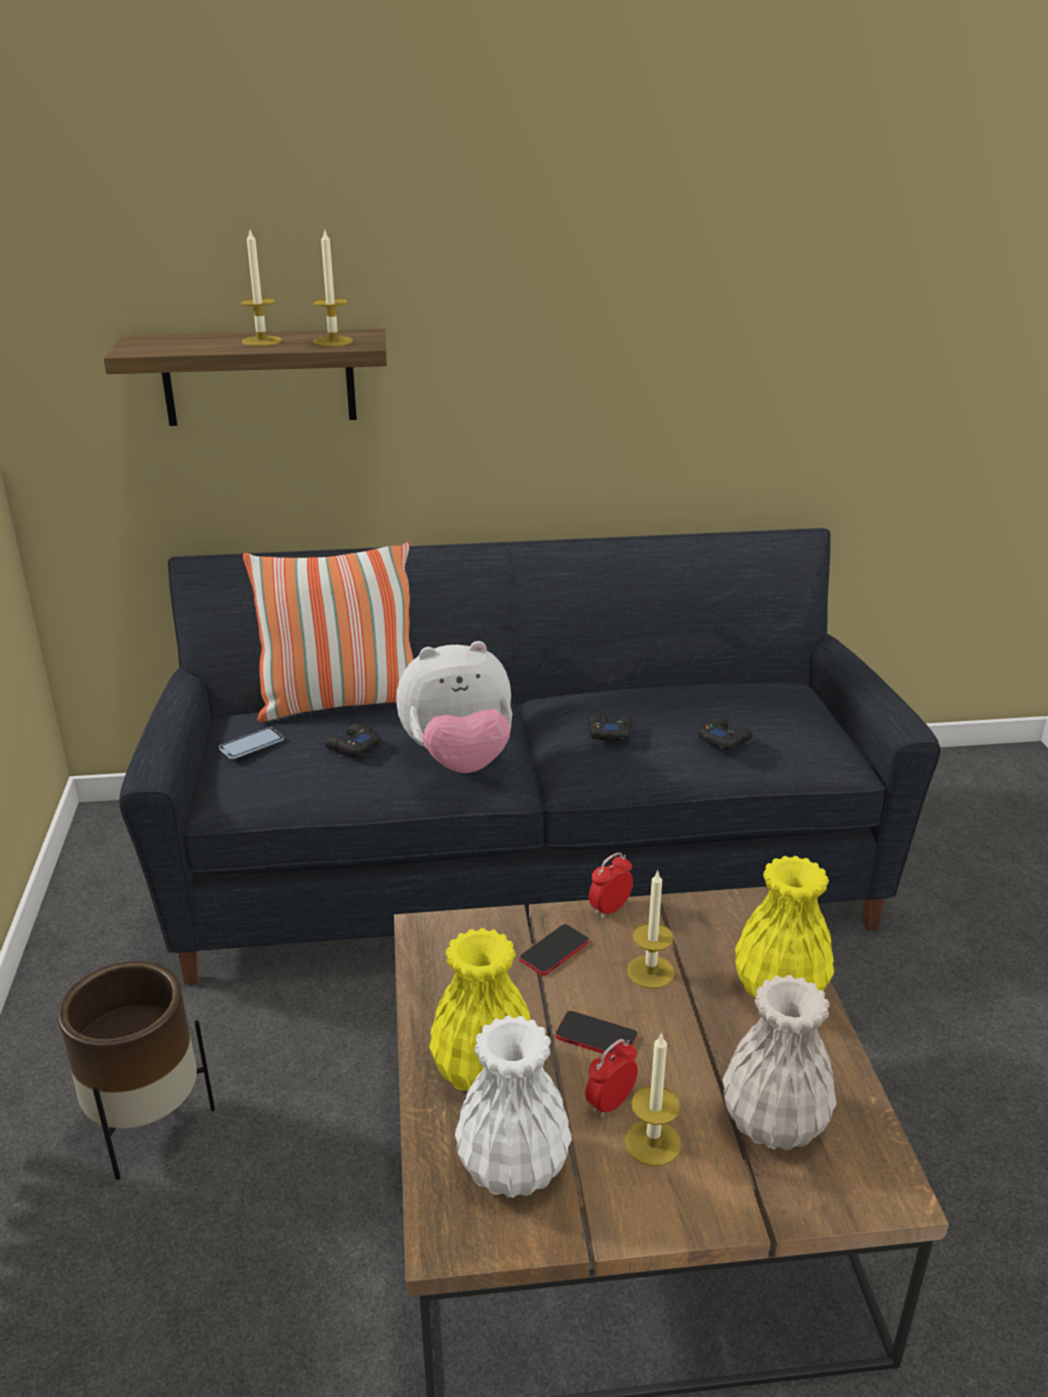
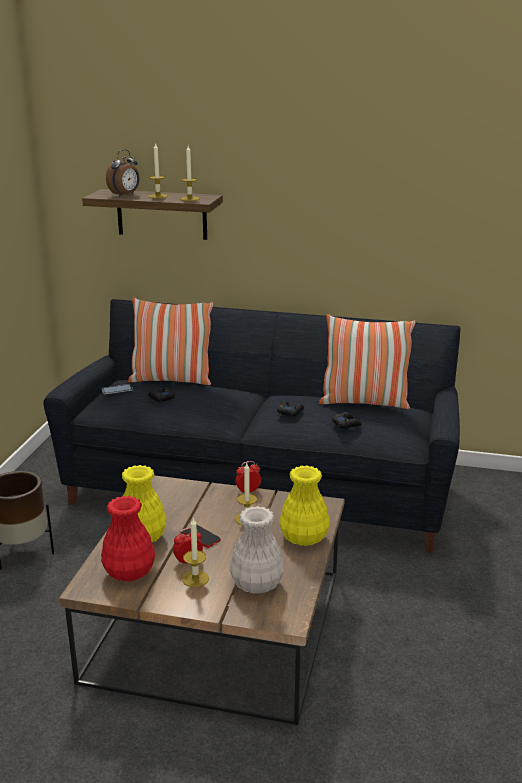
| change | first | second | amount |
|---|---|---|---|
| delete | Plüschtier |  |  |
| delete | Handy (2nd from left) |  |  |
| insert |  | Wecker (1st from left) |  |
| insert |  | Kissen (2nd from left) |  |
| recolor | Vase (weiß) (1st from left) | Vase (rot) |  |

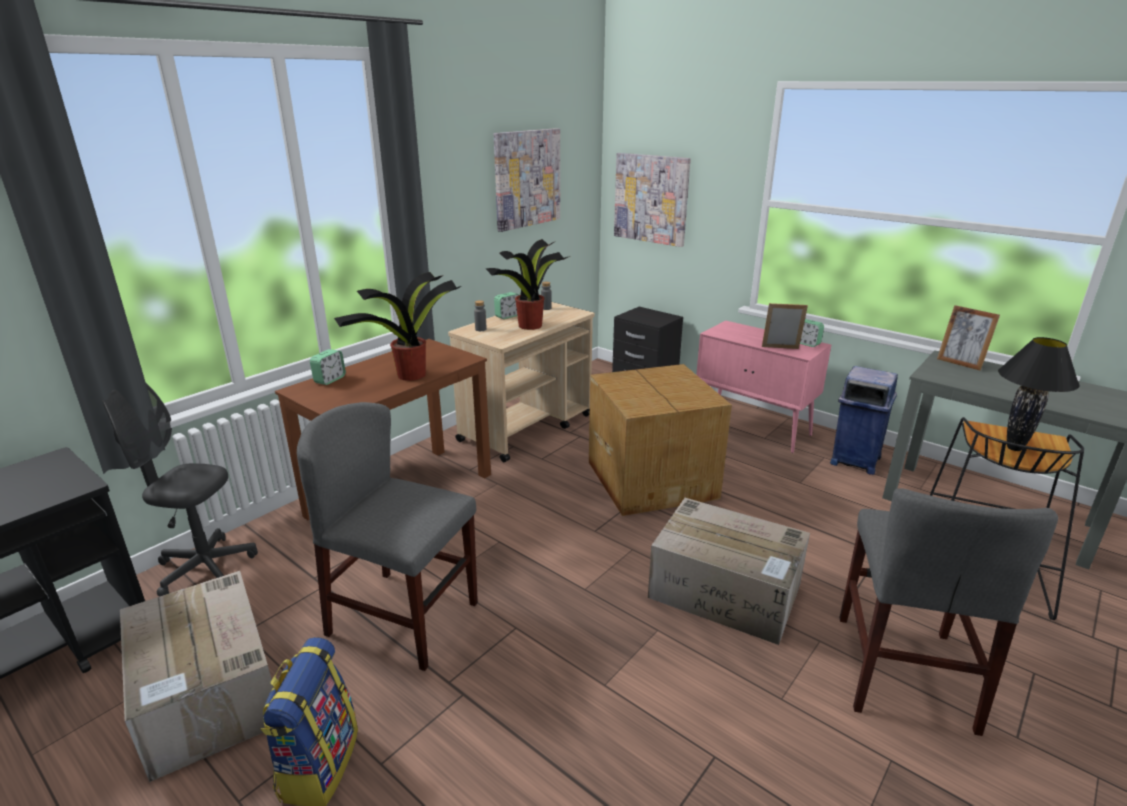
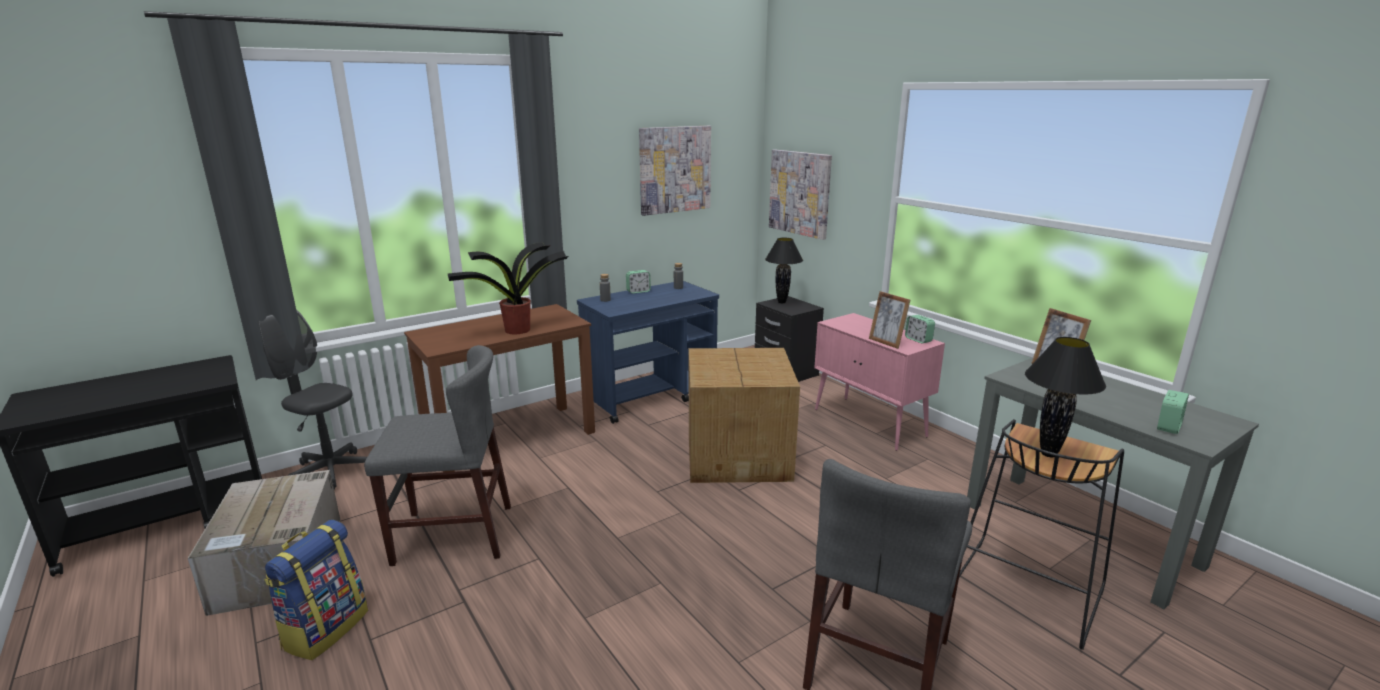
| change | first | second | amount |
|---|---|---|---|
| delete | Topfpflanze (2nd from left) |  |  |
| delete | Karton (3rd from left) |  |  |
| delete | Mülleimer (blau) |  |  |
| insert |  | Tischlampe (schwarz) (1st from left) |  |
| move | Wecker (1st from left in the first image) | Wecker (3rd from left) |  |
| recolor | Rollwagen (beige) | Rollwagen (blau) |  |
| rotate | Stuhl (grau) (1st from left) |  | 135 degrees clockwise |
| rotate | Bilderrahmen (1st from left) |  | 150 degrees counterclockwise |

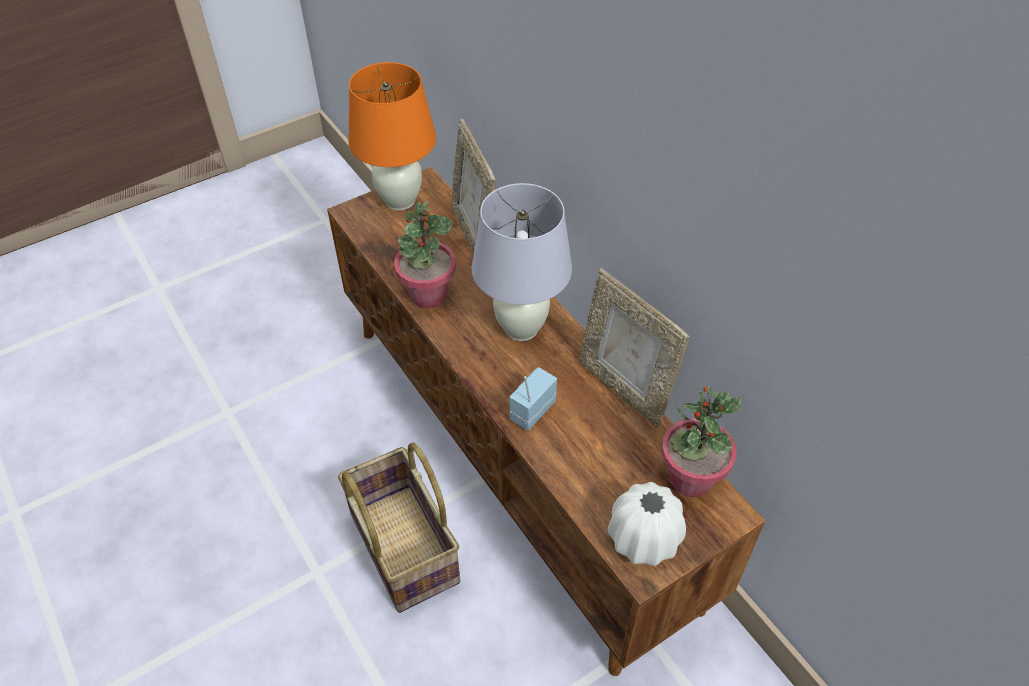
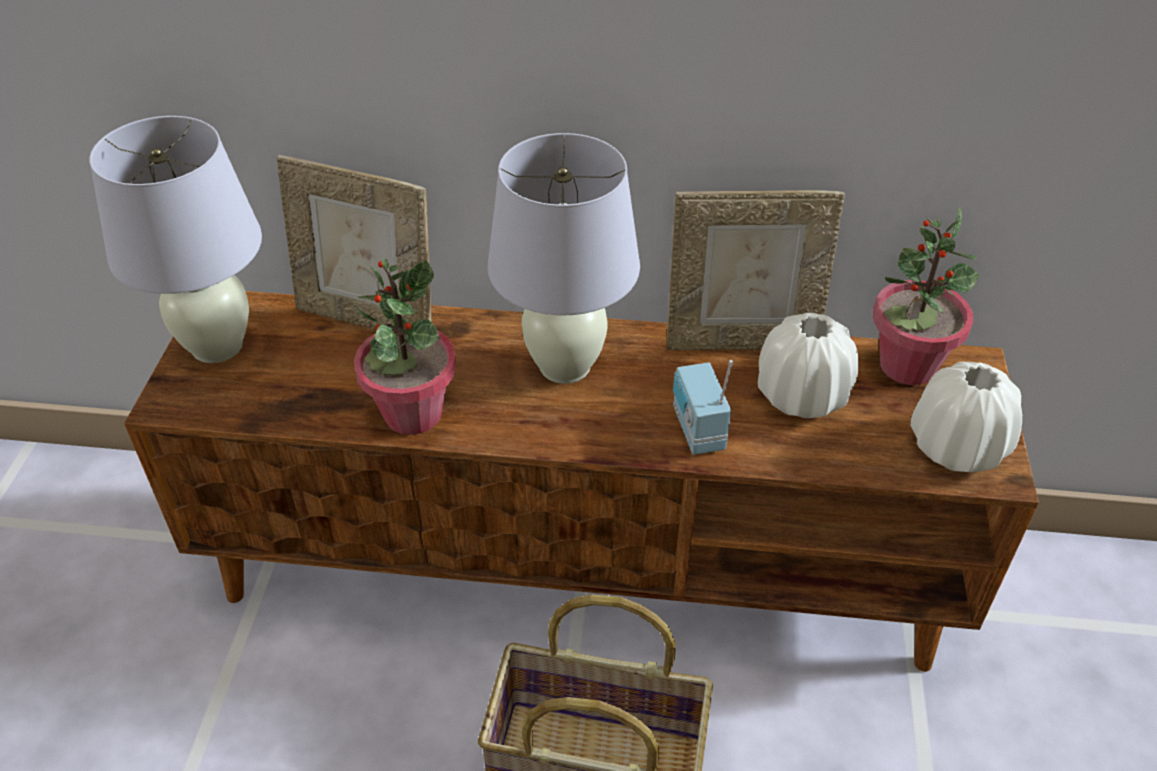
| change | first | second | amount |
|---|---|---|---|
| insert |  | Vase (weiß) (1st from left) |  |
| recolor | Tischlampe (orange) | Tischlampe (weiß) (1st from left) |  |

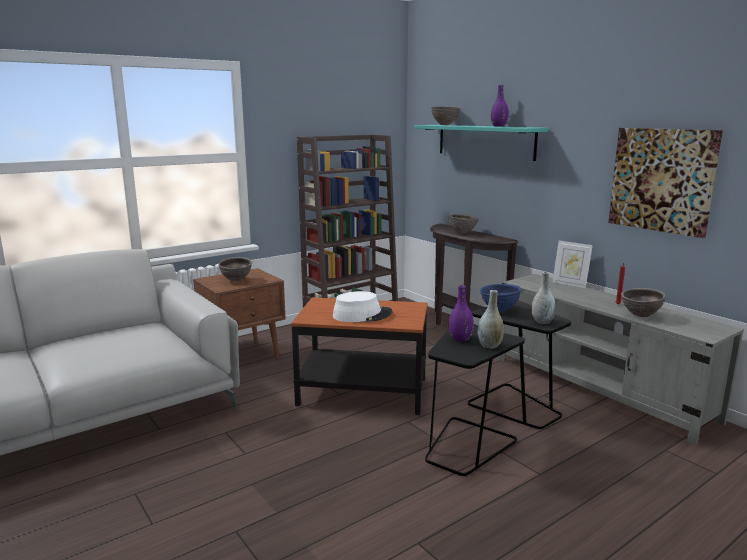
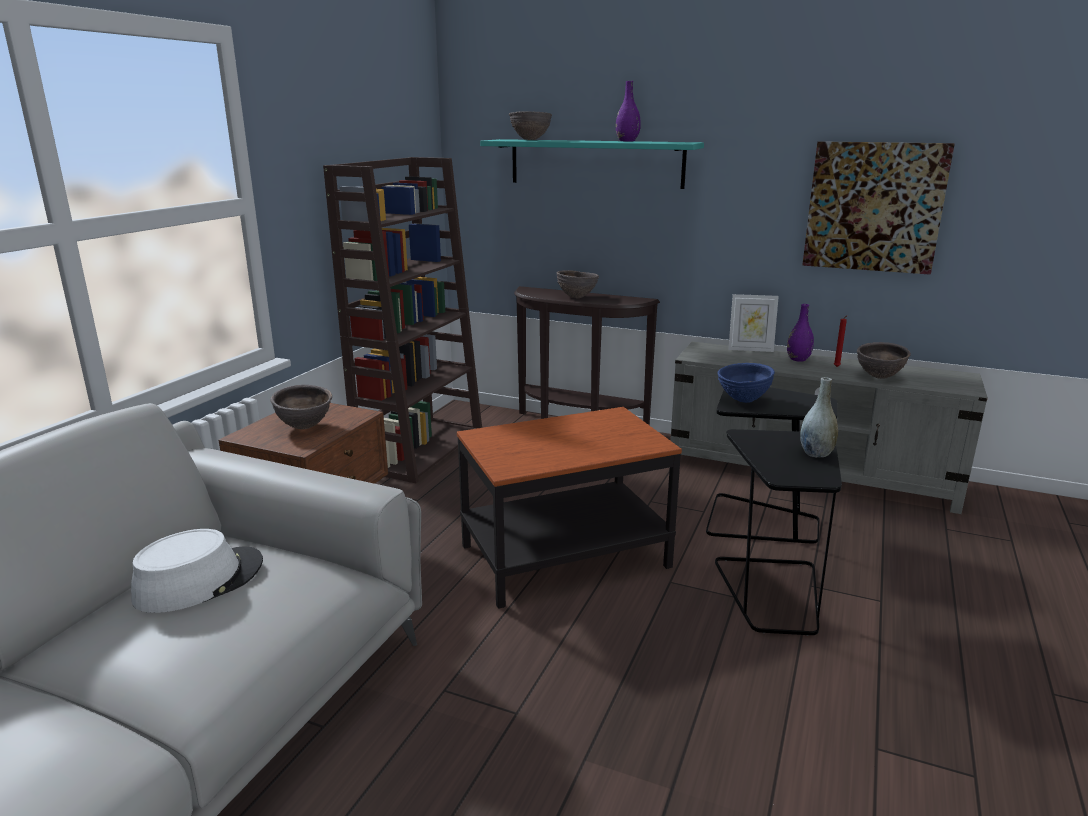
| change | first | second | amount |
|---|---|---|---|
| delete | Vase (grau) (2nd from left) |  |  |
| move | Hut (weiß) |  |  |
| move | Vase (lila) (1st from left in the first image) | Vase (lila) (2nd from left) |  |

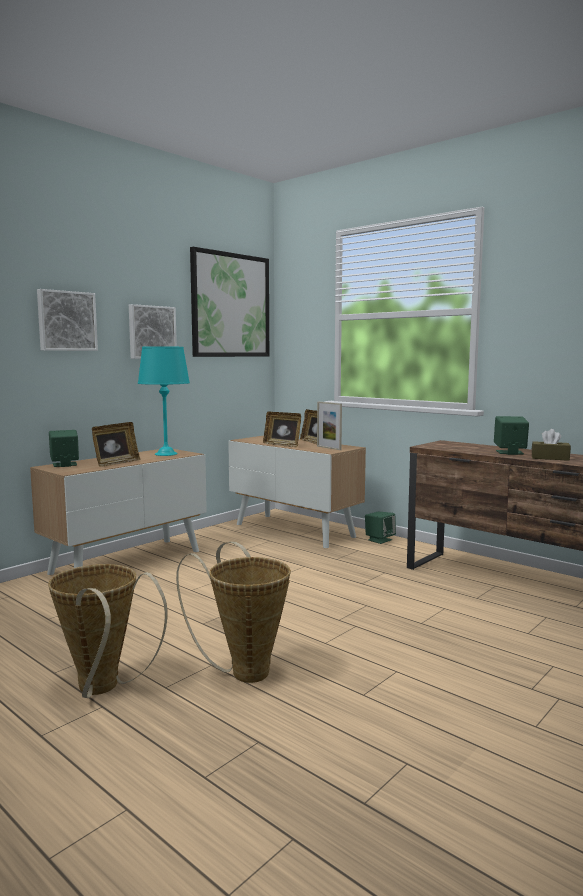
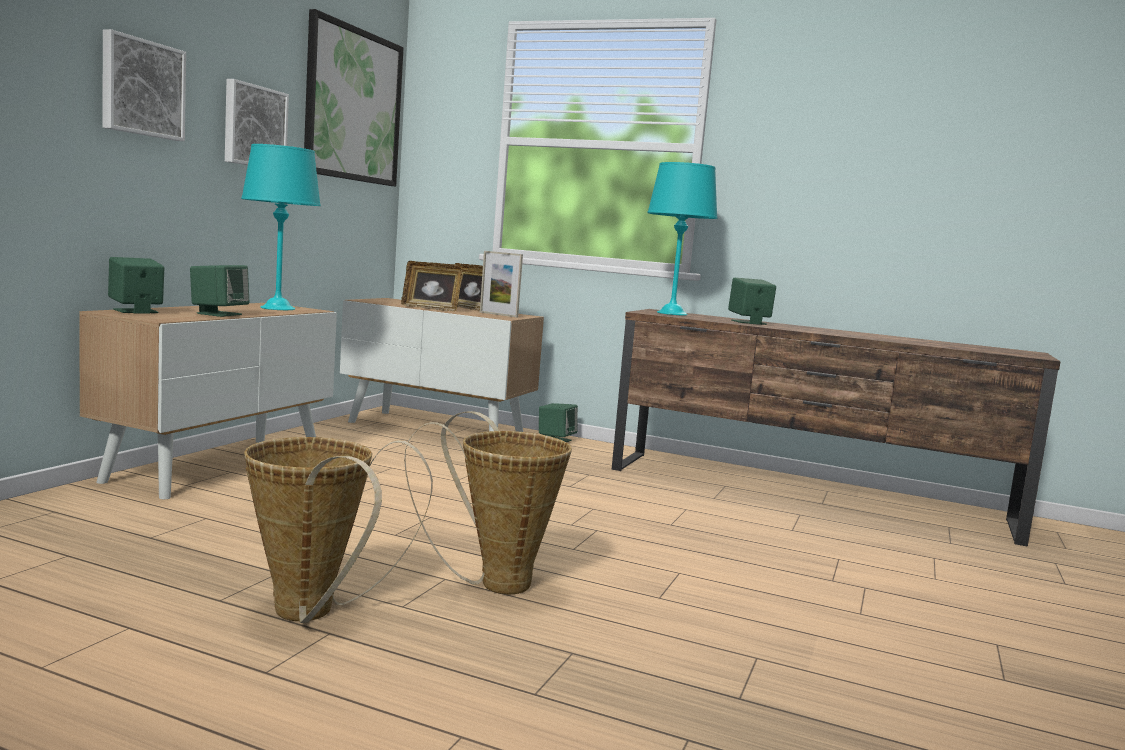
| change | first | second | amount |
|---|---|---|---|
| delete | Taschentuchbox (braun) |  |  |
| insert |  | Tischlampe (türkis) (2nd from left) |  |
| replace | Bilderrahmen (1st from left) | Lautsprecher (grün) (2nd from left) |  |

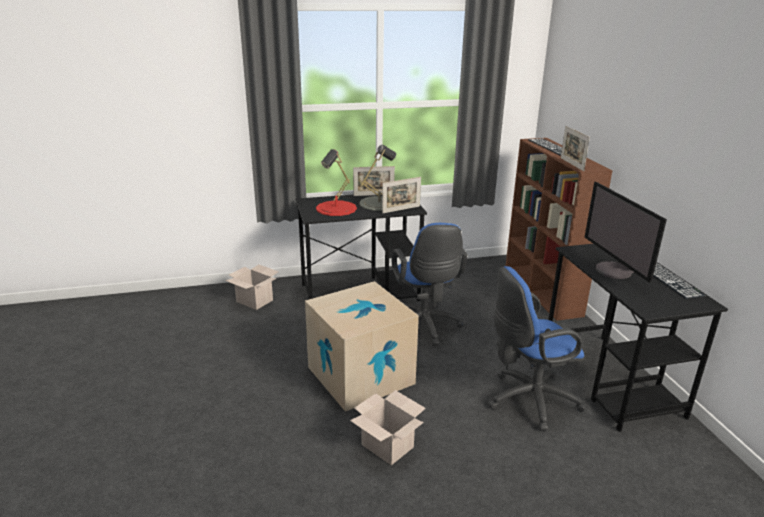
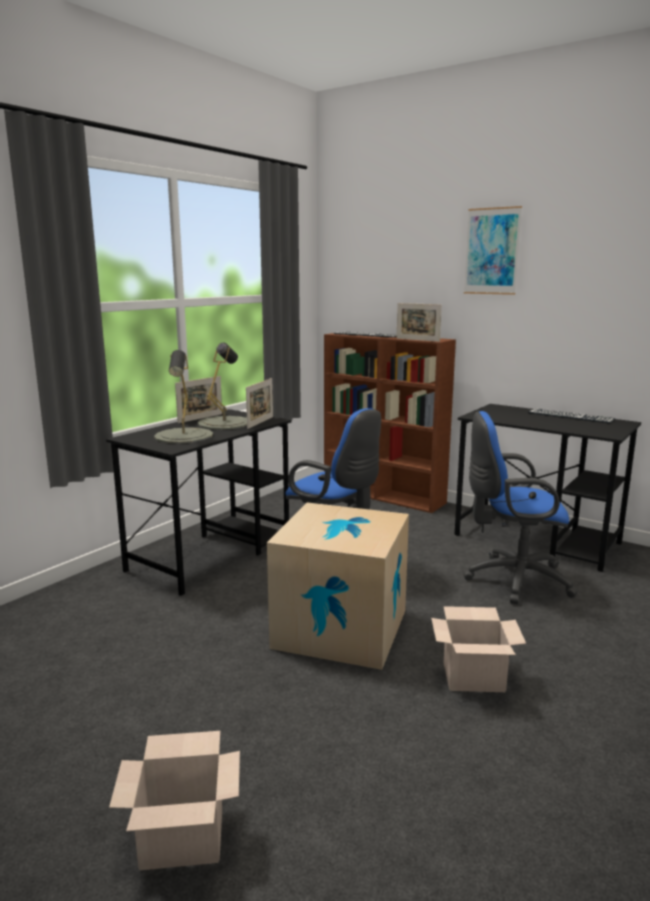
| change | first | second | amount |
|---|---|---|---|
| delete | Monitor |  |  |
| insert |  | Bild |  |
| move | Karton (1st from left) |  |  |
| recolor | Tischlampe (rot) | Tischlampe (grau) (1st from left) |  |
| rotate | Bürostuhl (blau) (2nd from left) |  | 60 degrees clockwise |

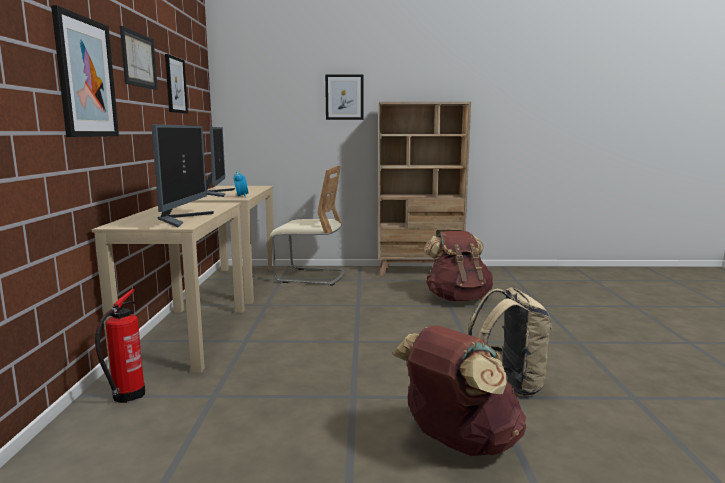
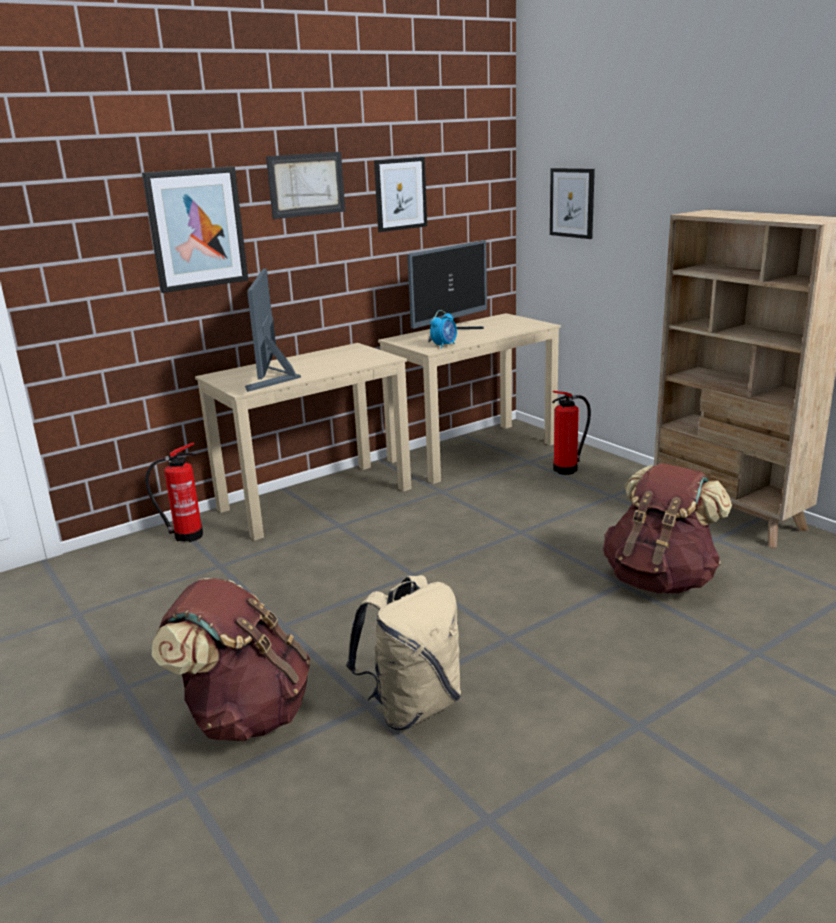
| change | first | second | amount |
|---|---|---|---|
| move | Bild (4th from left) |  |  |
| replace | Stuhl (beige) | Feuerlöscher (2nd from left) |  |
| rotate | Monitor (1st from left) |  | 120 degrees clockwise |

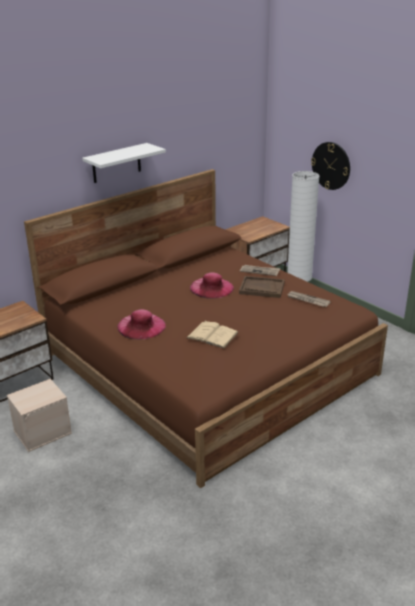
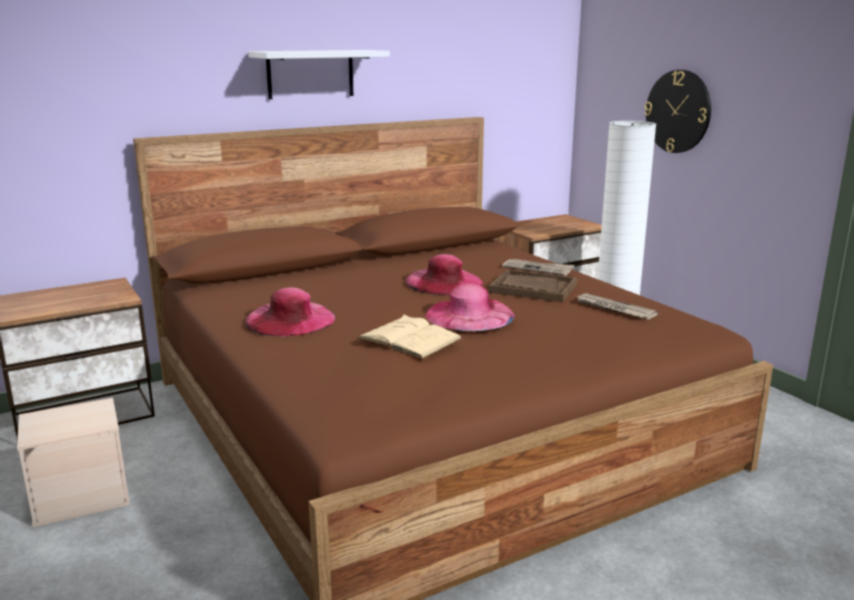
| change | first | second | amount |
|---|---|---|---|
| insert |  | Hut (rosa) (3rd from left) |  |

